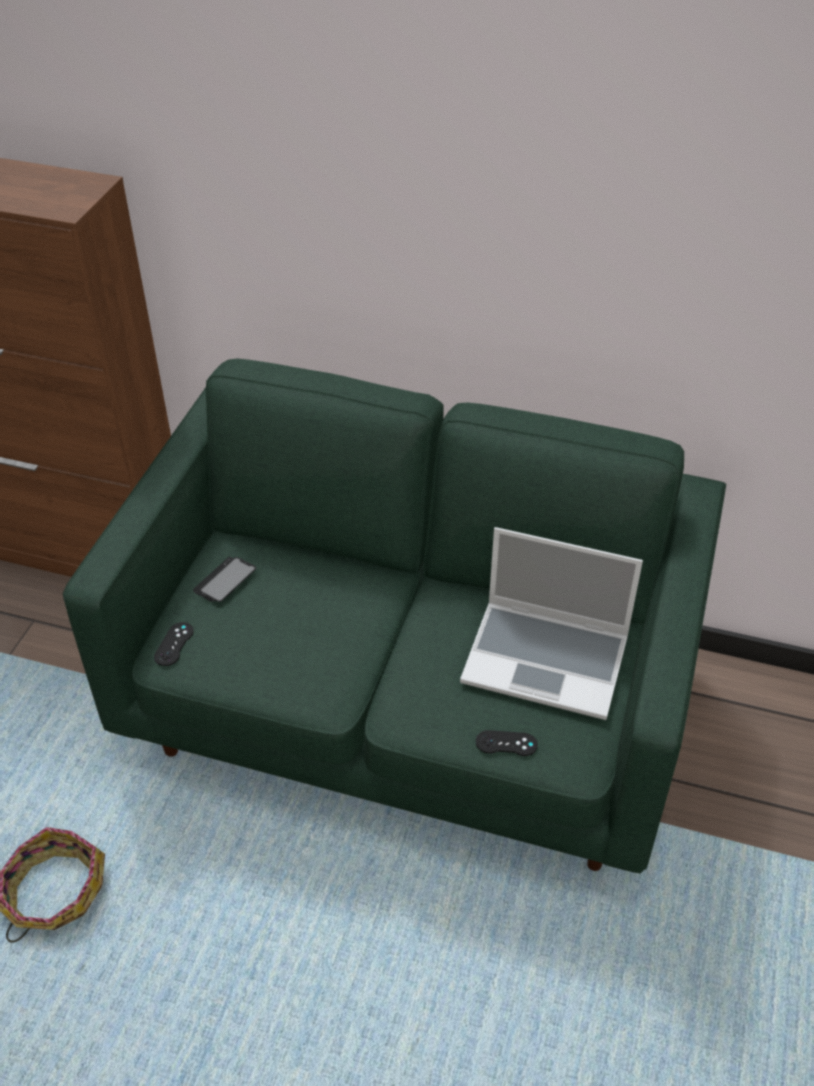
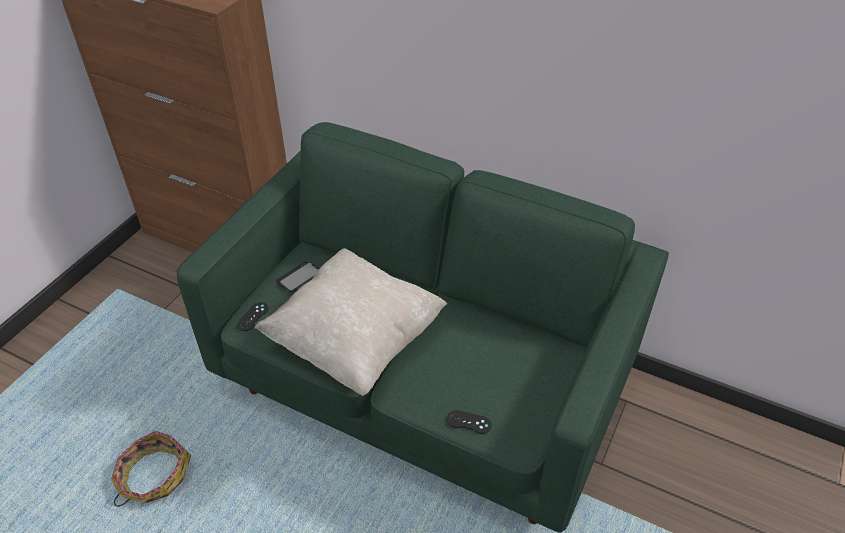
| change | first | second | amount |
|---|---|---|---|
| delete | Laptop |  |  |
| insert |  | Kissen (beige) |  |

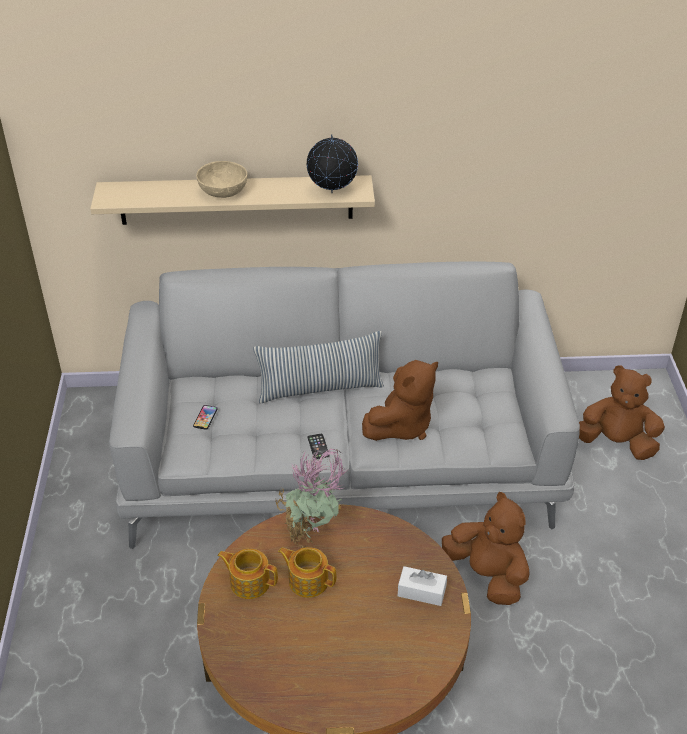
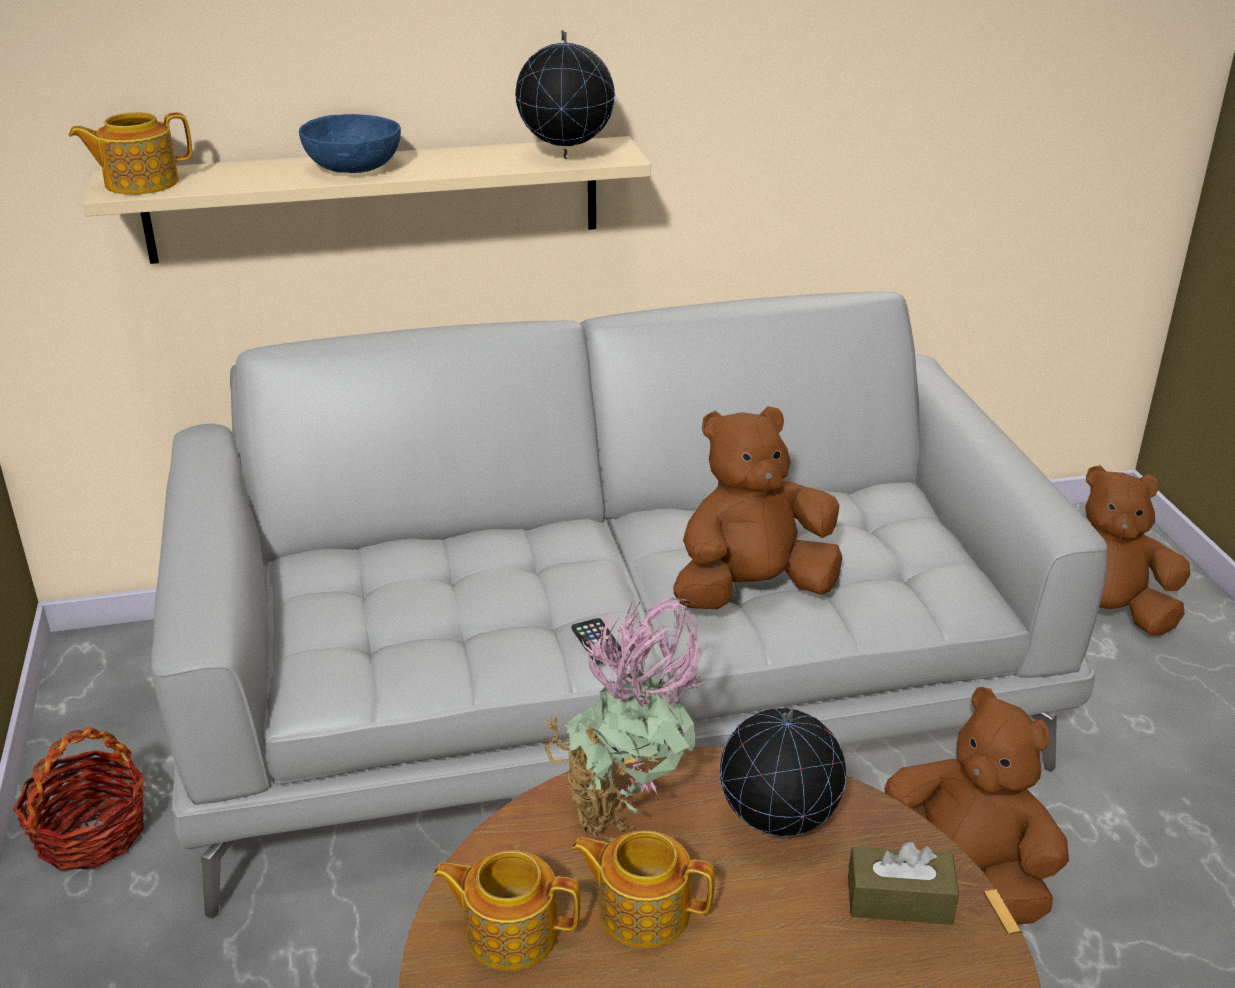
| change | first | second | amount |
|---|---|---|---|
| delete | Handy (1st from left) |  |  |
| delete | Kissen |  |  |
| insert |  | Korb |  |
| insert |  | Teekanne (1st from left) |  |
| insert |  | Globus (2nd from left) |  |
| recolor | Schüssel (beige) | Schüssel (blau) |  |
| recolor | Taschentuchbox (weiß) | Taschentuchbox (braun) |  |
| rotate | Plüschtier (braun) (1st from left) |  | 150 degrees counterclockwise |

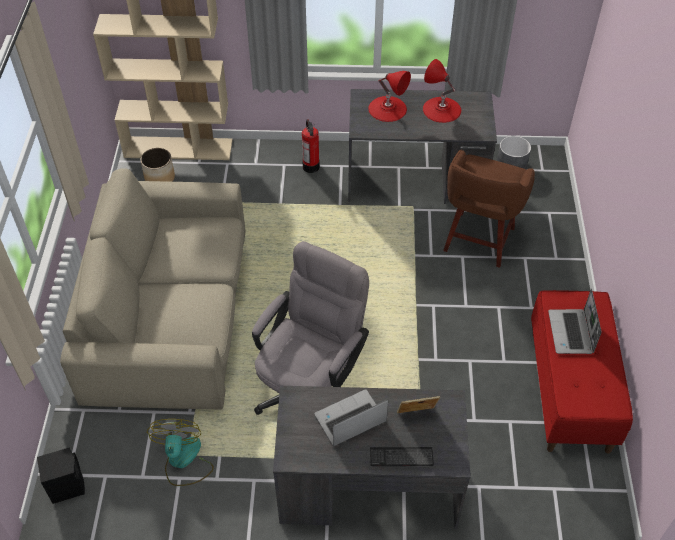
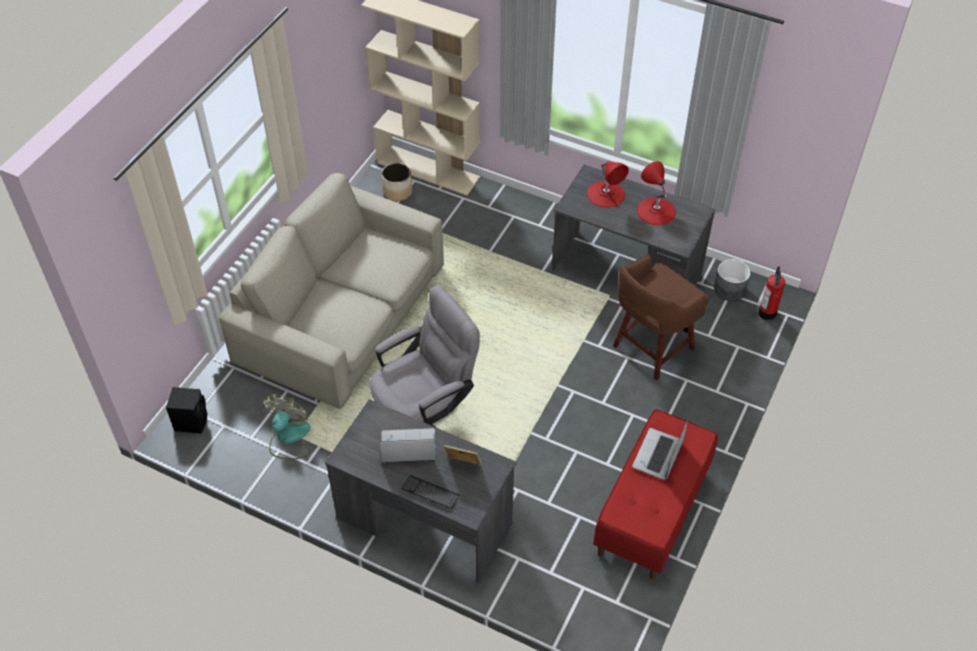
| change | first | second | amount |
|---|---|---|---|
| move | Feuerlöscher |  |  |

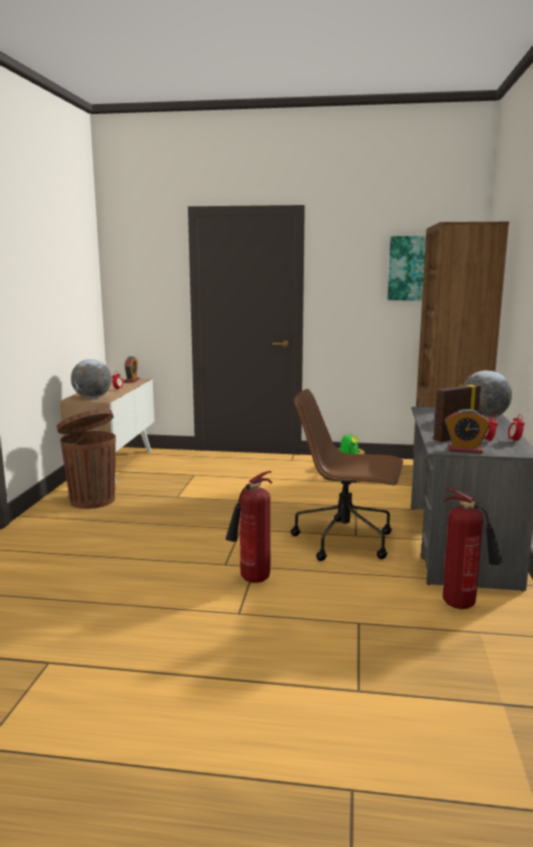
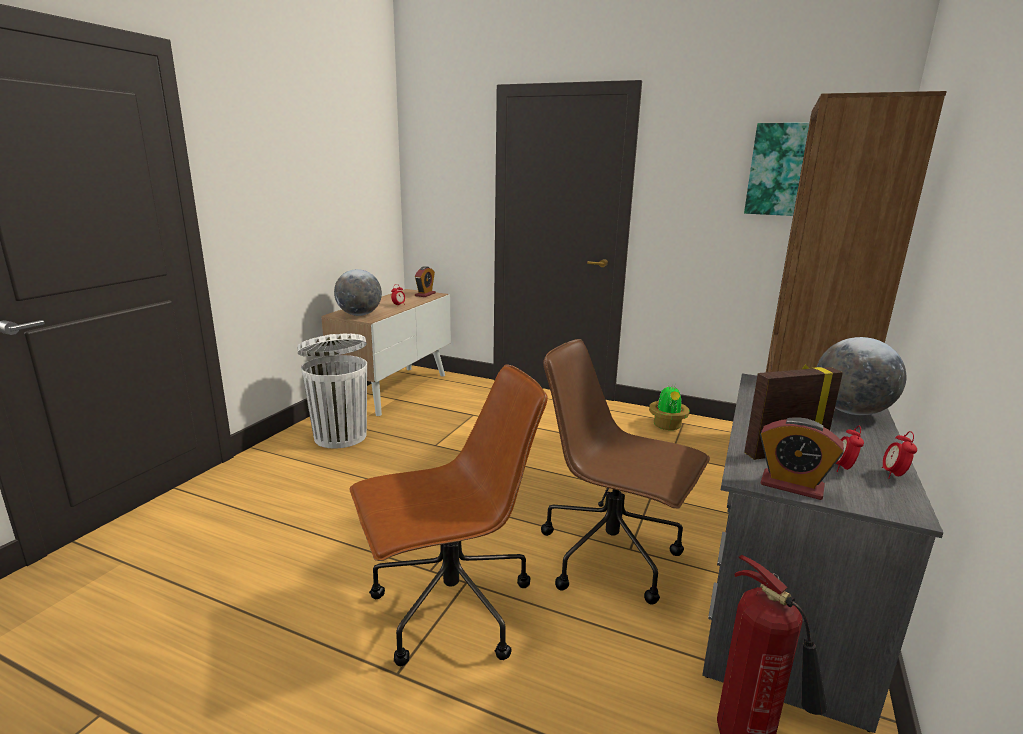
| change | first | second | amount |
|---|---|---|---|
| replace | Feuerlöscher (1st from left) | Bürostuhl (braun) (1st from left) |  |
| recolor | Mülleimer (braun) | Mülleimer (weiß) |  |

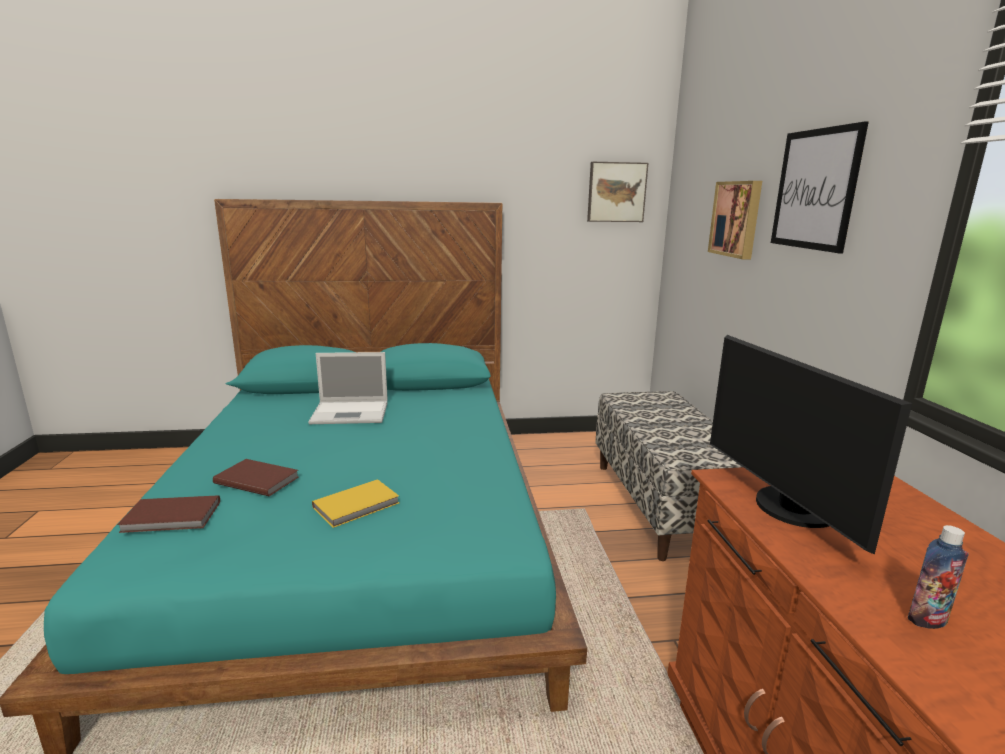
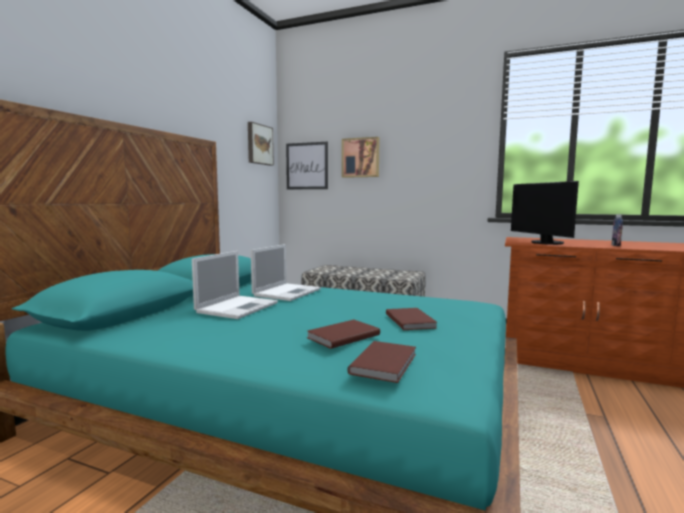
| change | first | second | amount |
|---|---|---|---|
| insert |  | Laptop (2nd from left) |  |
| move | Bild (3rd from left in the first image) | Bild (2nd from left) |  |
| recolor | Buch (gelb) | Buch (braun) (3rd from left) |  |
| rotate | Monitor |  | 60 degrees clockwise |

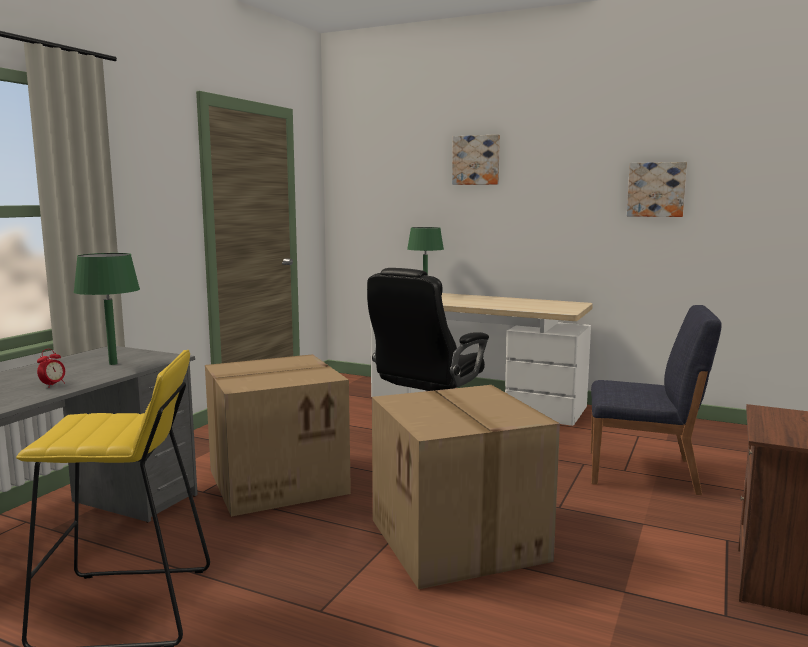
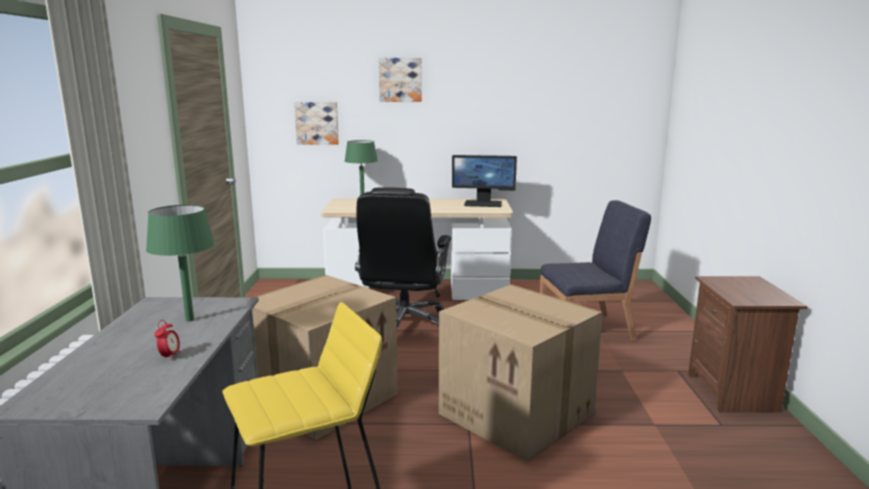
| change | first | second | amount |
|---|---|---|---|
| insert |  | Monitor |  |
| move | Bild (2nd from left in the first image) | Bild (1st from left) |  |

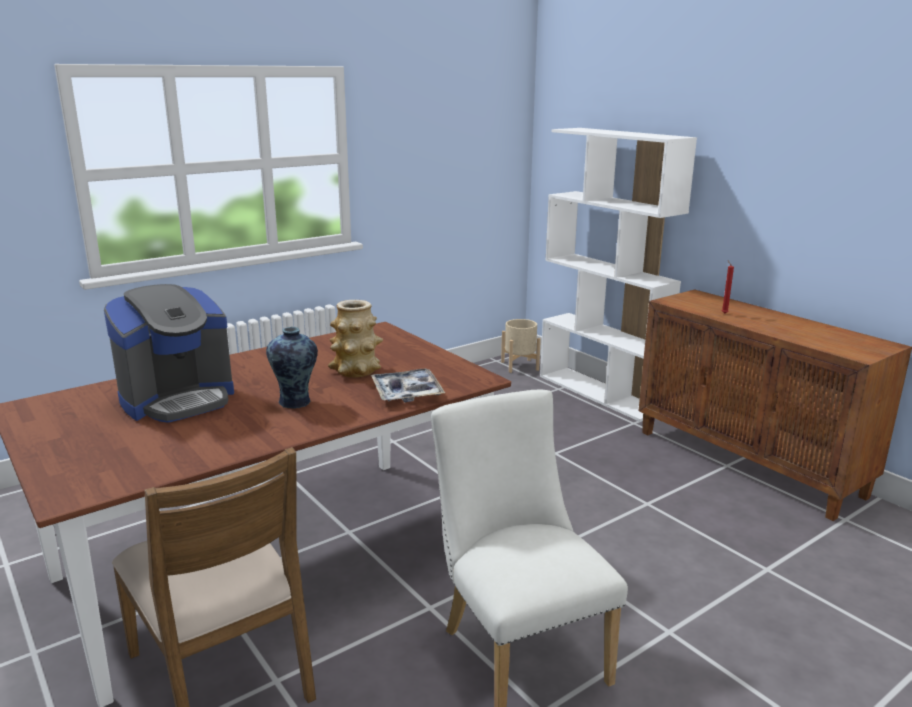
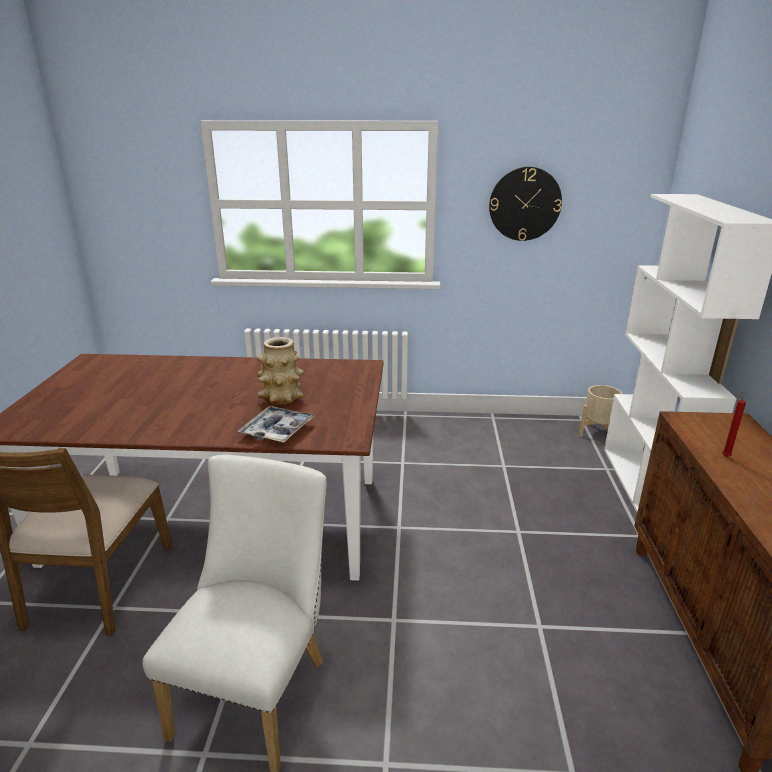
| change | first | second | amount |
|---|---|---|---|
| delete | Kaffeemaschine |  |  |
| delete | Vase (1st from left) |  |  |
| insert |  | Wanduhr |  |

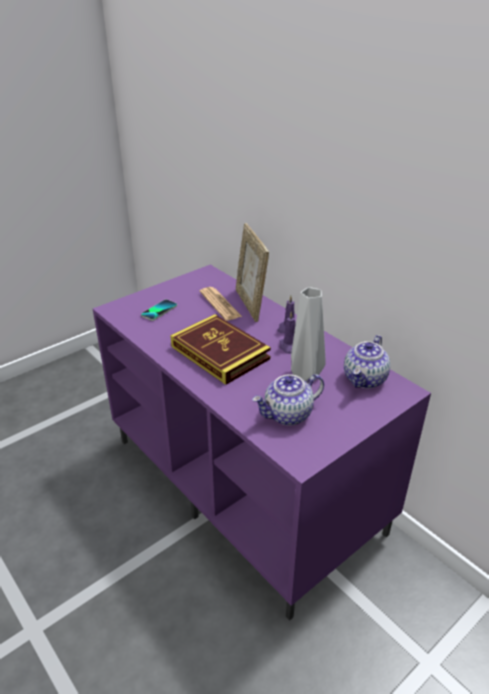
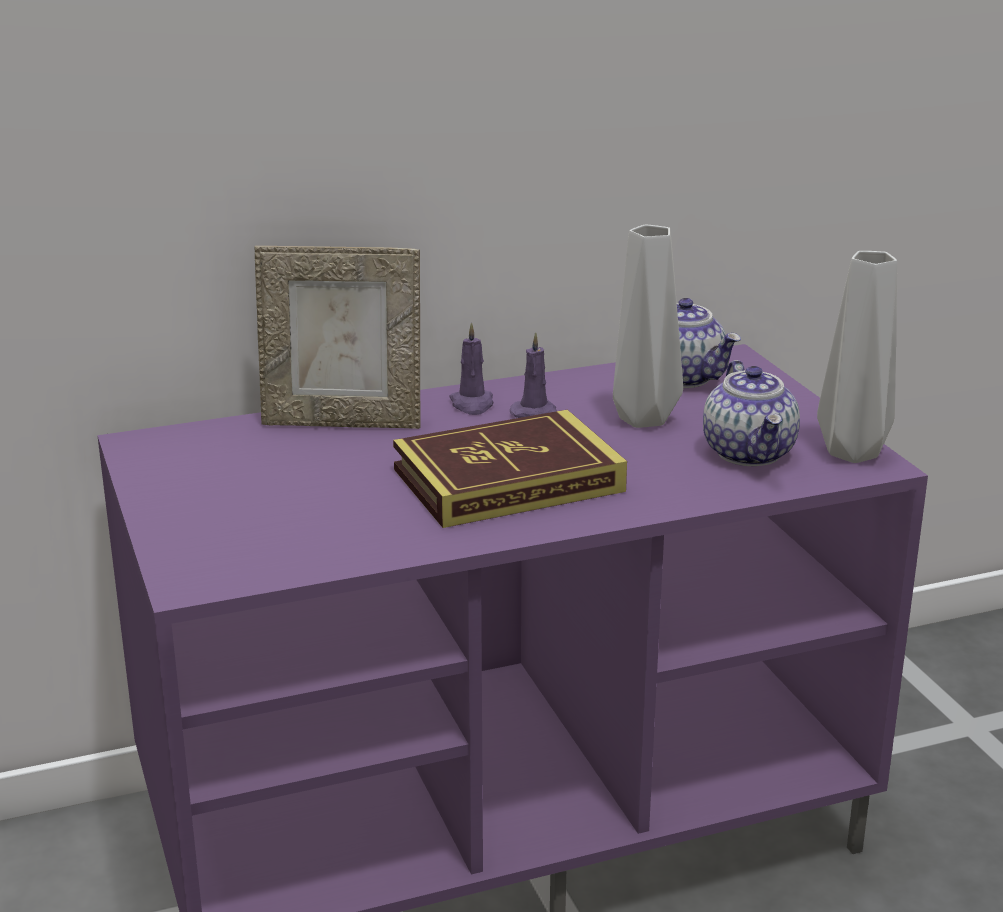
| change | first | second | amount |
|---|---|---|---|
| delete | Handy |  |  |
| delete | Zeitung |  |  |
| insert |  | Vase (grau) (2nd from left) |  |

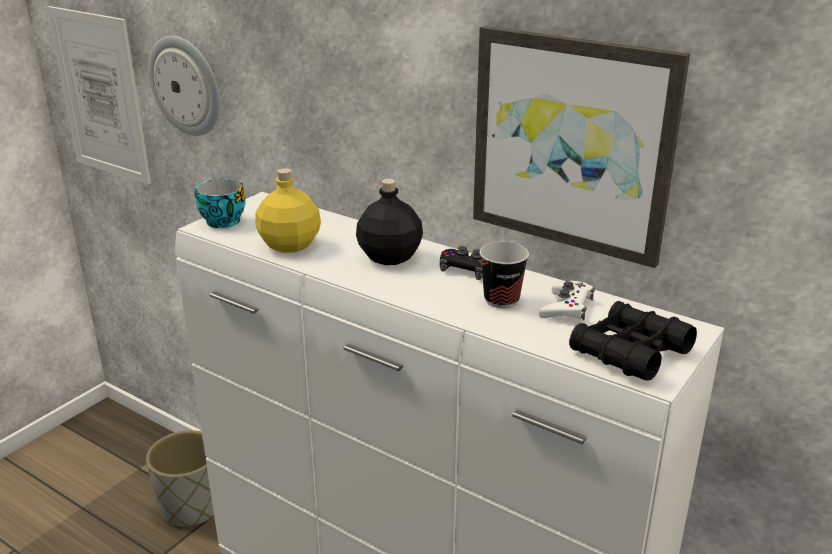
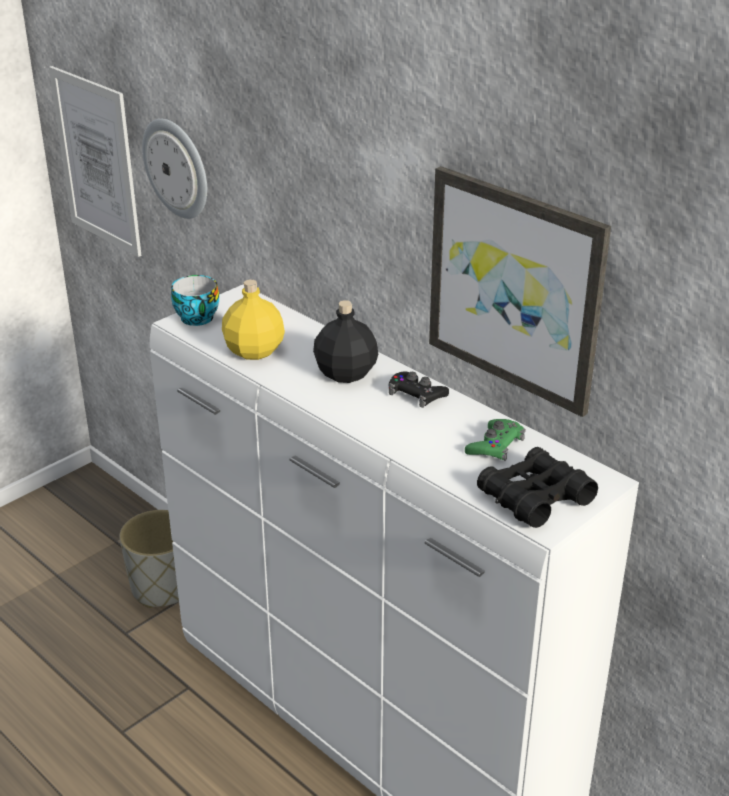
| change | first | second | amount |
|---|---|---|---|
| delete | Tasse (2nd from left) |  |  |
| recolor | Gamepad (weiß) | Gamepad (grün) |  |

